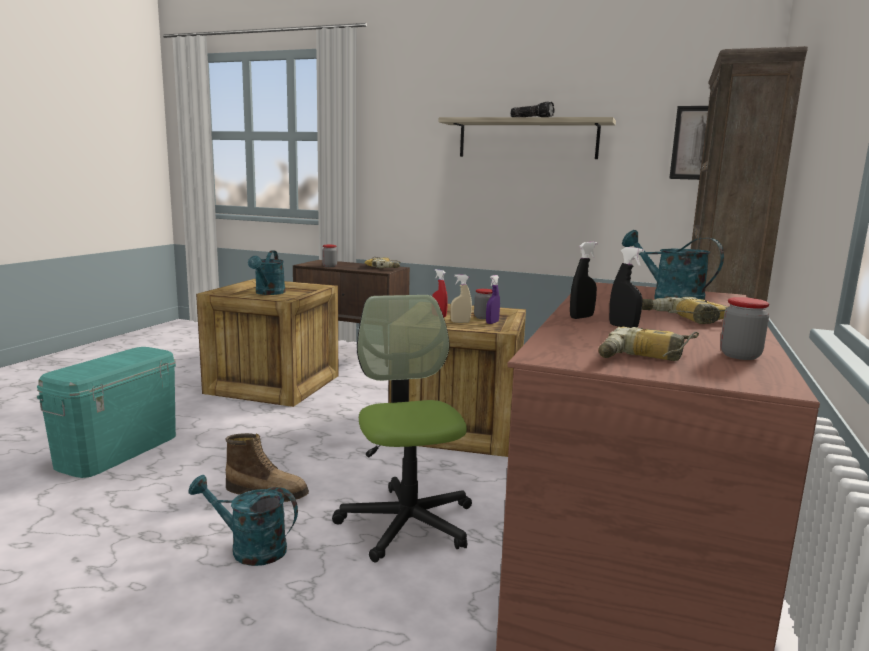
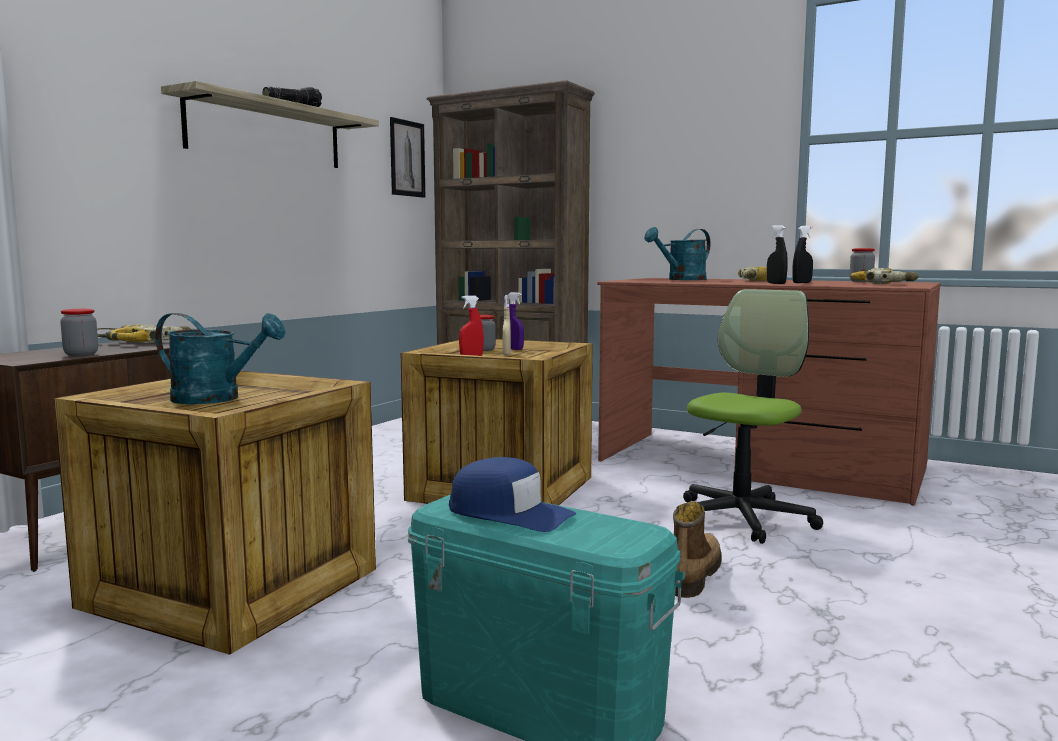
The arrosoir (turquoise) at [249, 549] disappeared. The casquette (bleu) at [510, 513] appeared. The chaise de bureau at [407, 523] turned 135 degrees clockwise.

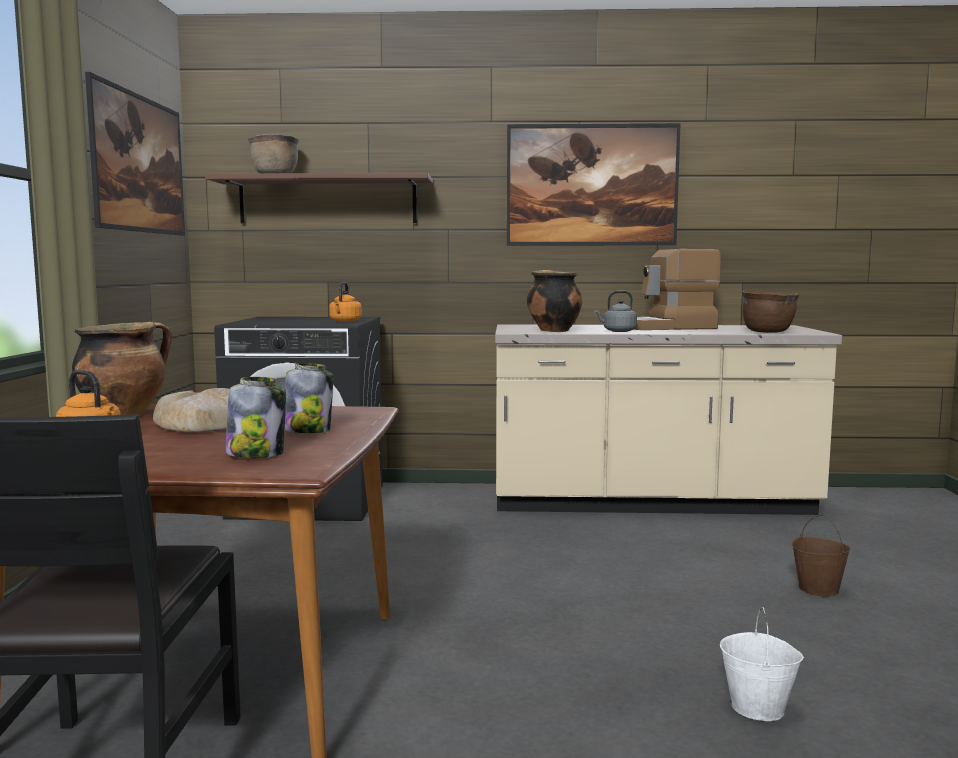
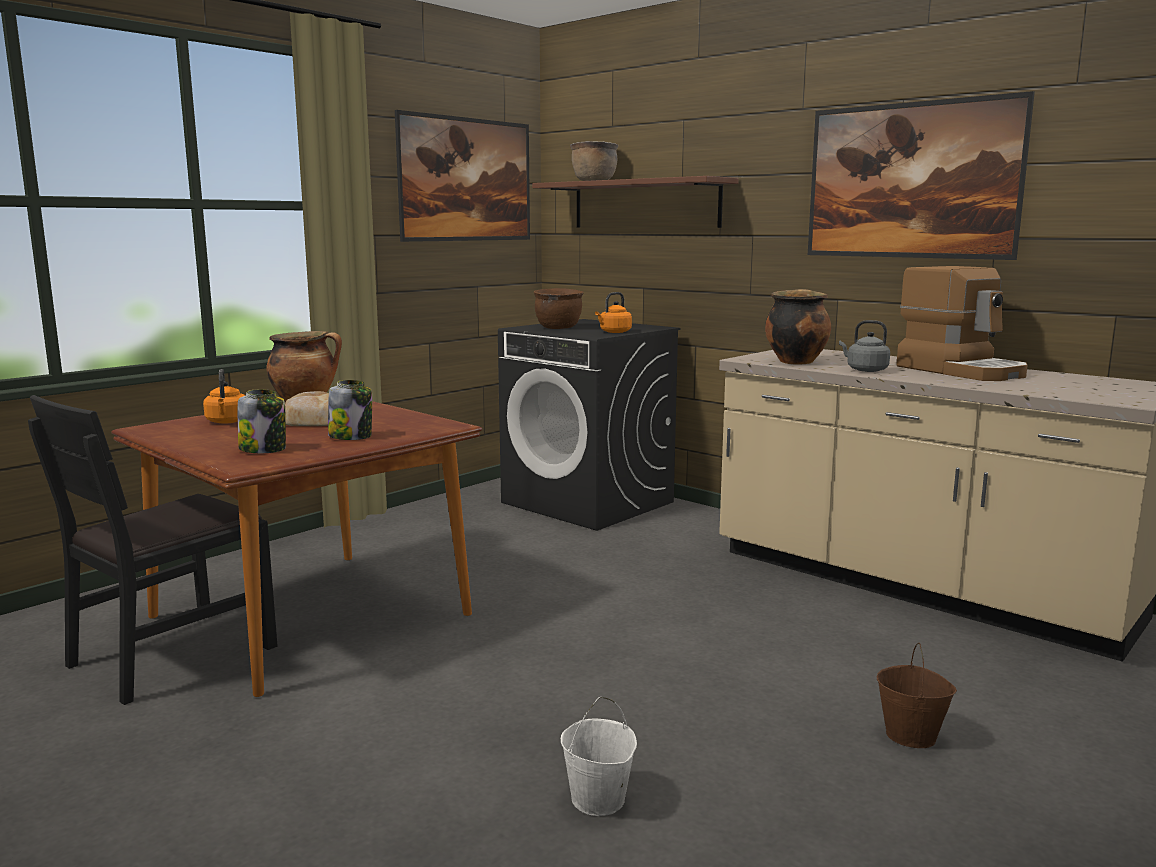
The marmite (marron) moved from [768, 332] to [559, 328]. The machine à café at [668, 327] turned 150 degrees counterclockwise.

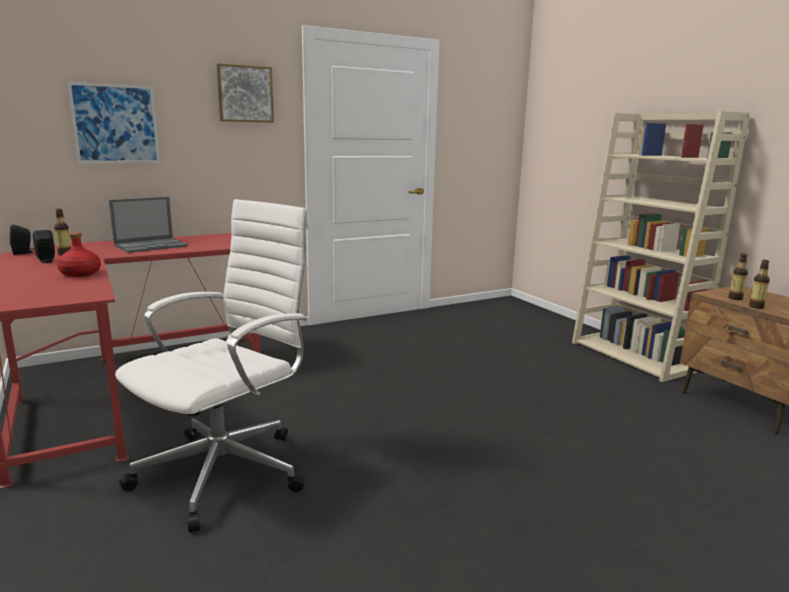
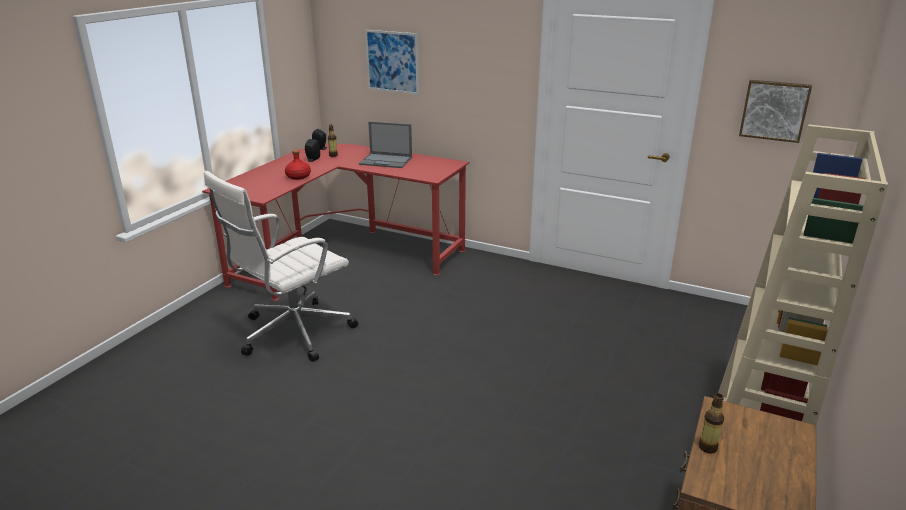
The bouteille at [735, 298] disappeared. The tableau moved from [245, 94] to [774, 110]. The chaise de bureau (blanc) at [227, 470] turned 135 degrees clockwise.

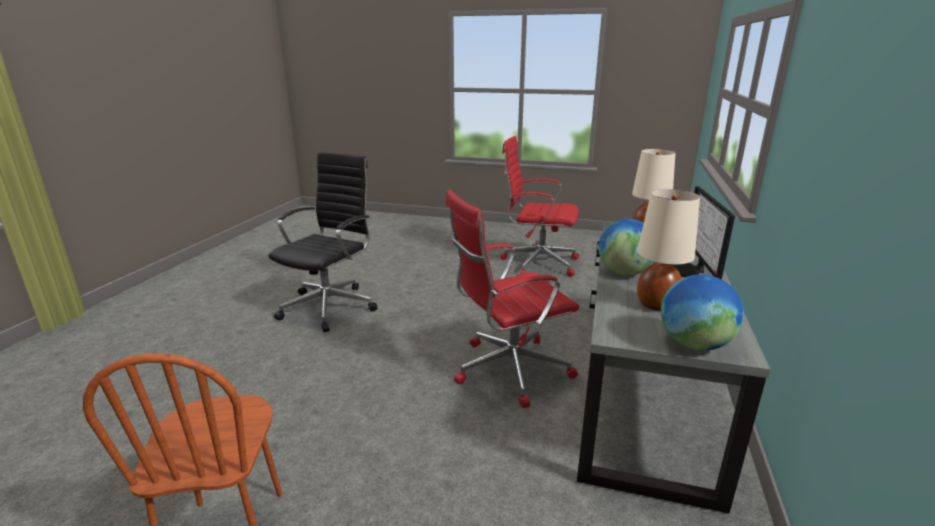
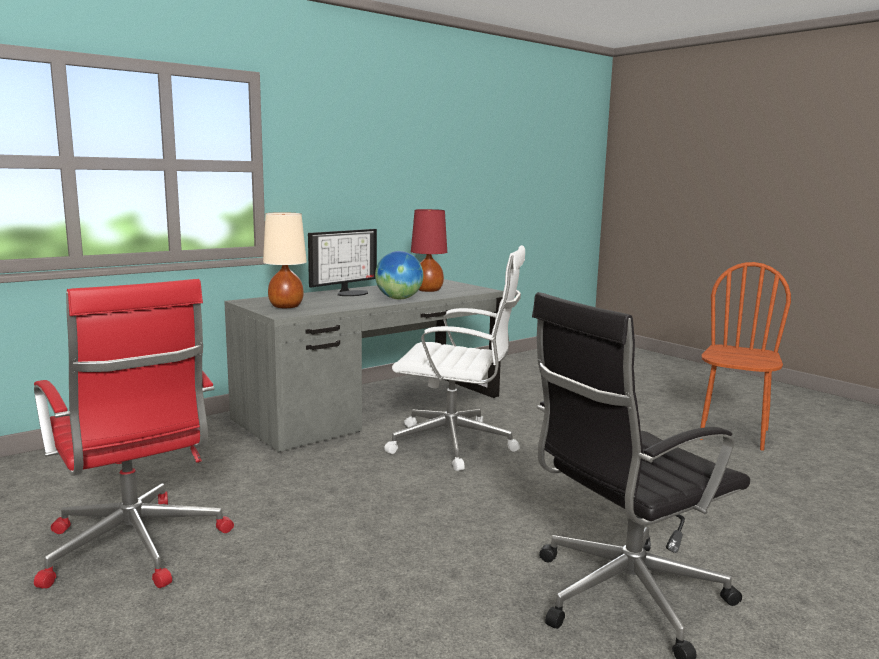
The globe at [694, 345] disappeared. The chaise de bureau (rouge) at [508, 370] became the chaise de bureau (blanc) at [455, 445]. The lampe de table (beige) at [656, 305] became the lampe de table (rouge) at [428, 290].

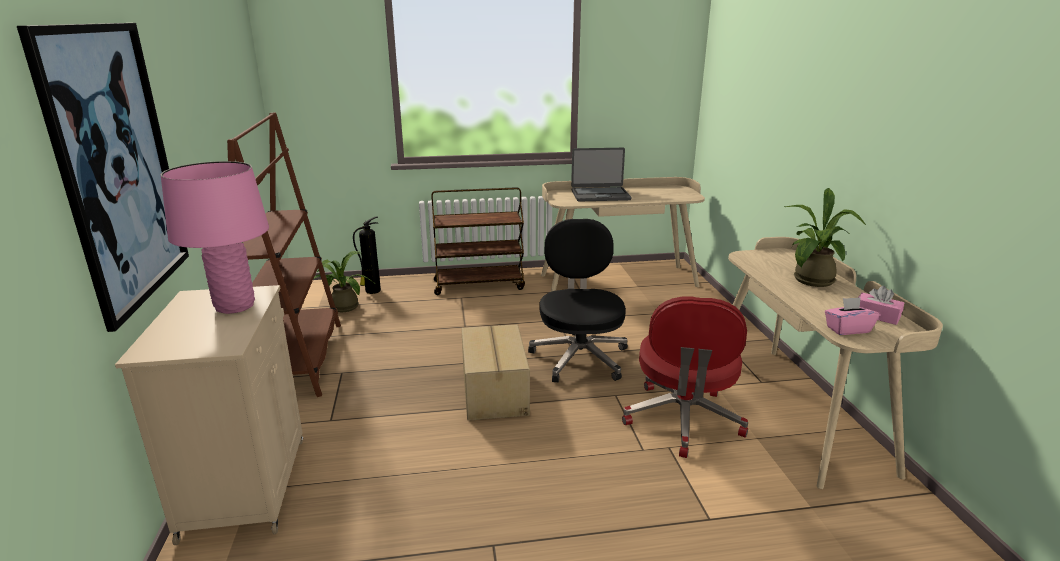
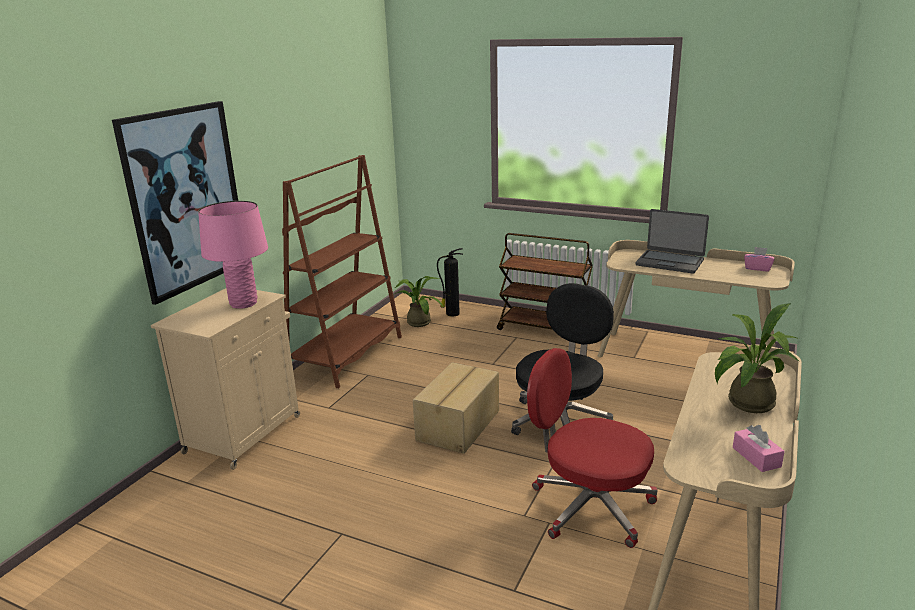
The boîte à mouchoirs (rose) moved from [847, 329] to [757, 268]. The chaise de bureau (rouge) at [682, 420] turned 75 degrees clockwise.

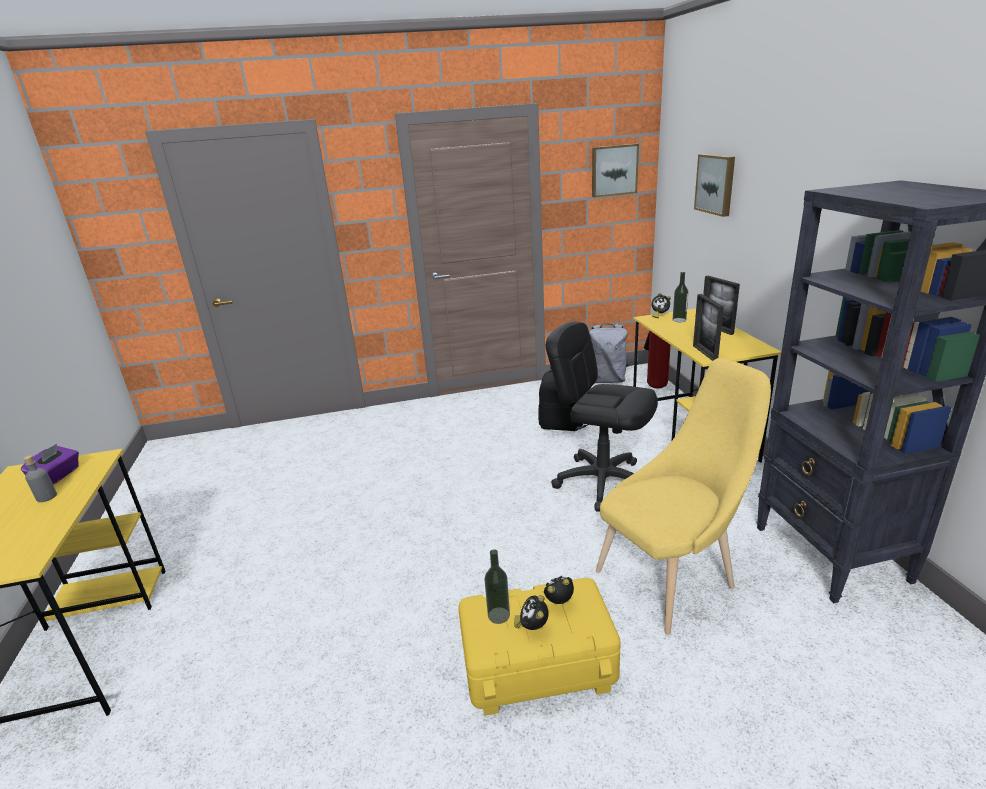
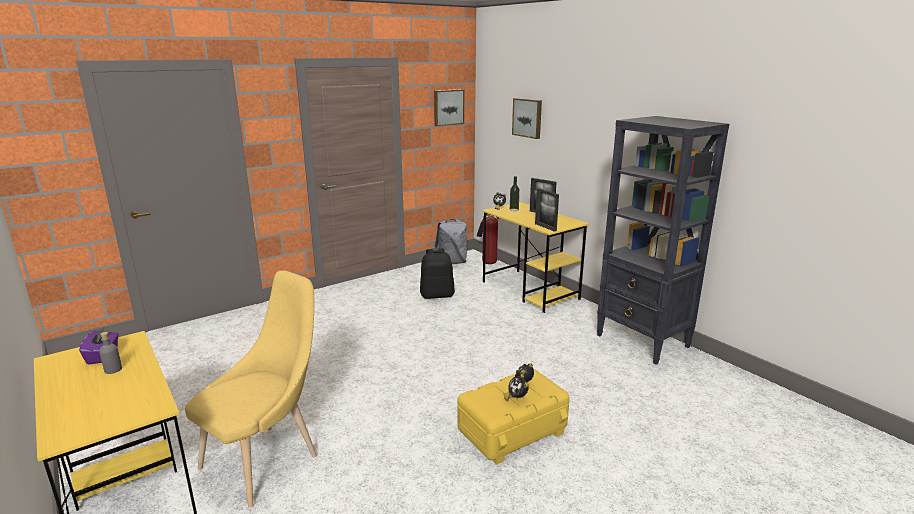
The bouteille at [498, 615] disappeared. The chaise de bureau (noir) at [602, 482] disappeared. The chaise (jaune) moved from [672, 577] to [266, 459].

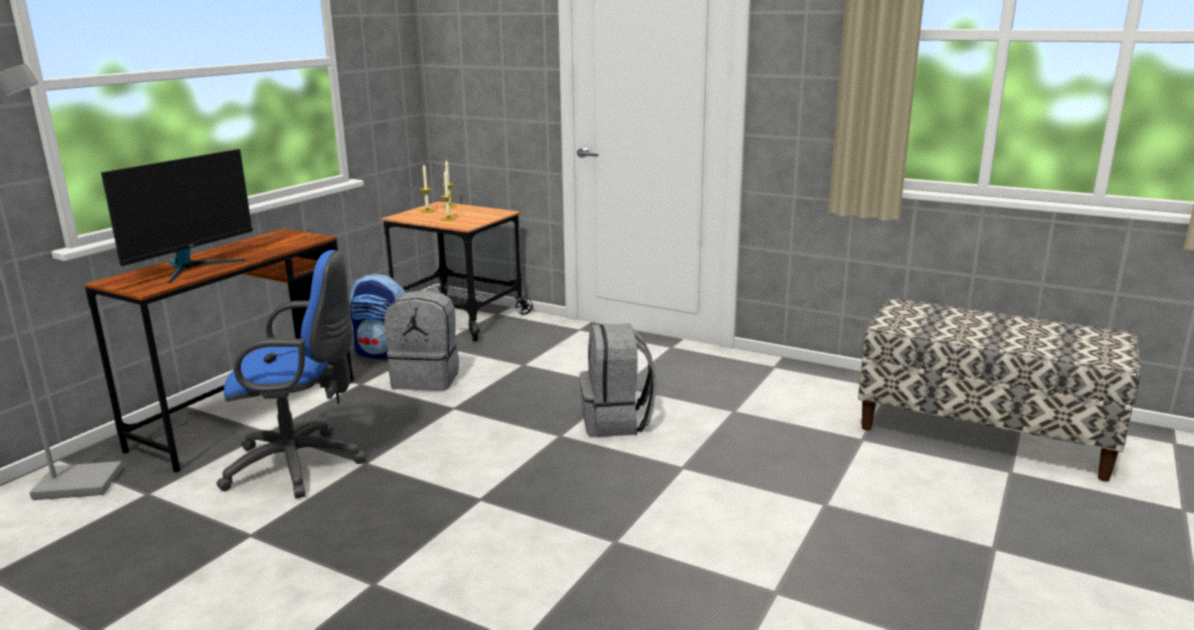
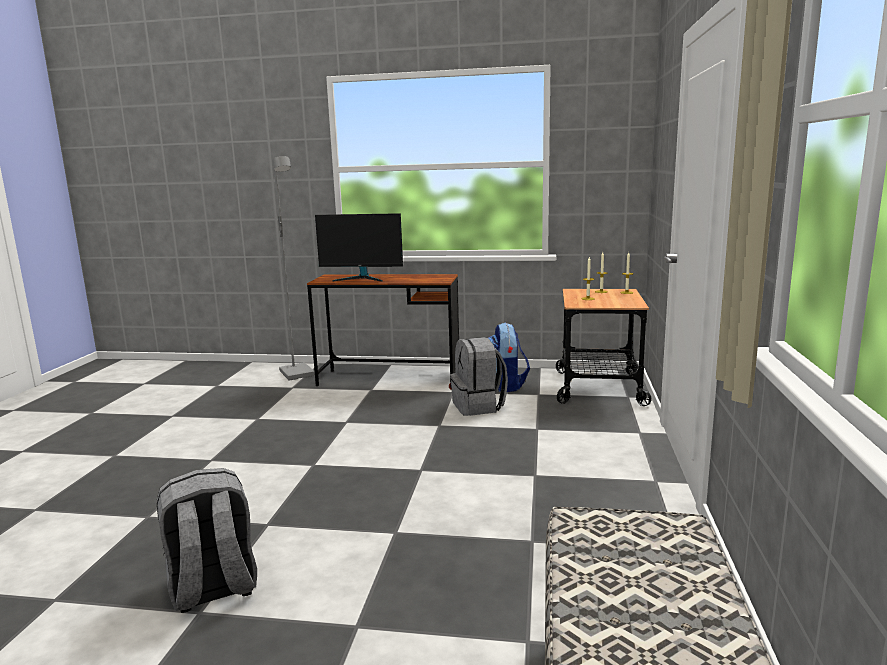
The chaise de bureau (bleu) at [301, 465] disappeared. The sac à dos (gris) moved from [616, 421] to [213, 588].

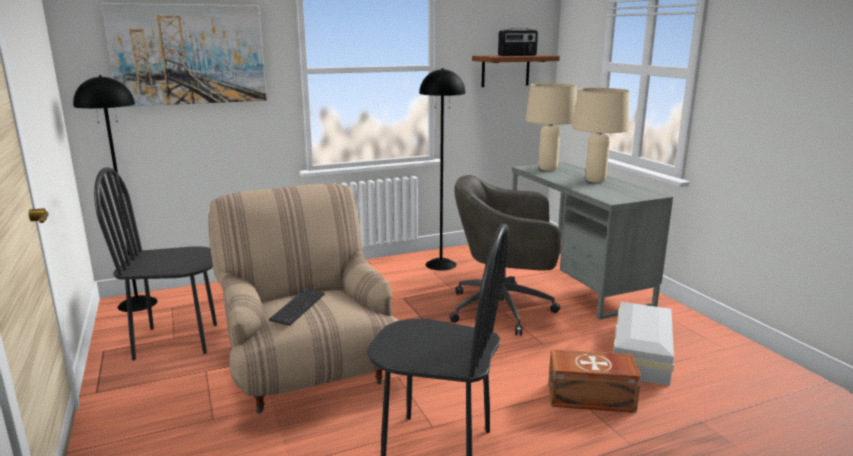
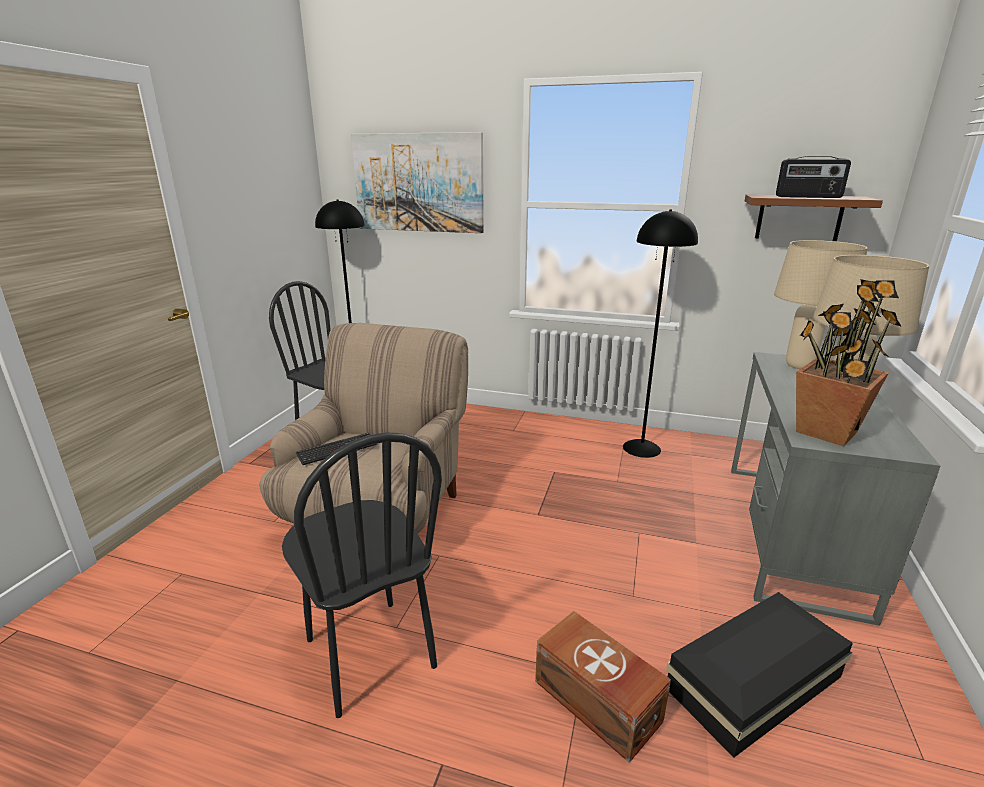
The chaise de bureau (gris) at [504, 309] disappeared. The plante en pot at [825, 431] appeared. The boîte de rangement (blanc) at [643, 353] became the boîte de rangement (noir) at [757, 683].

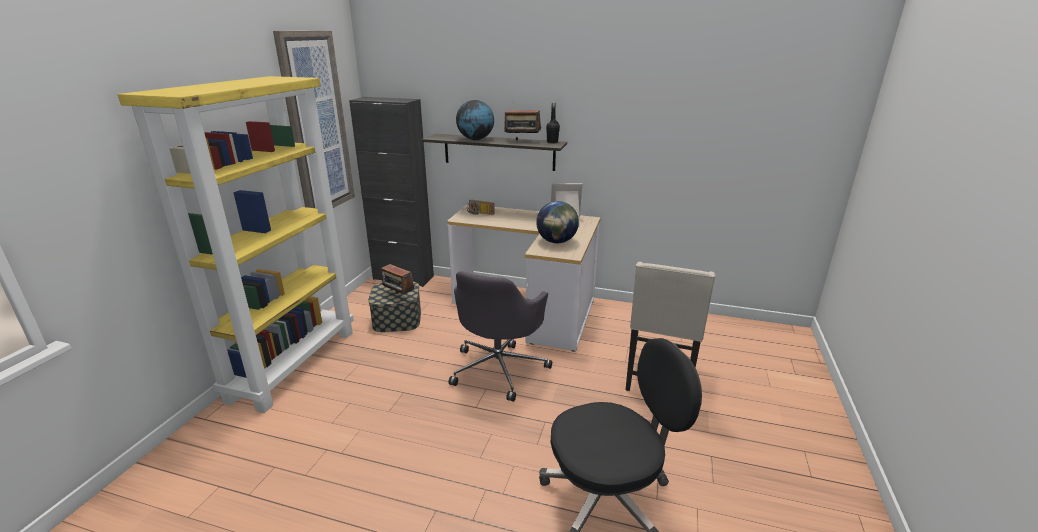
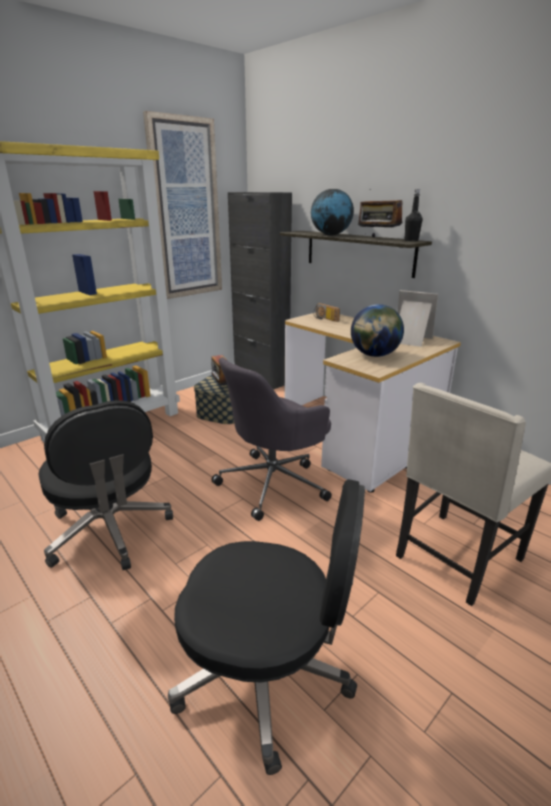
The chaise de bureau (noir) at [110, 531] appeared.

